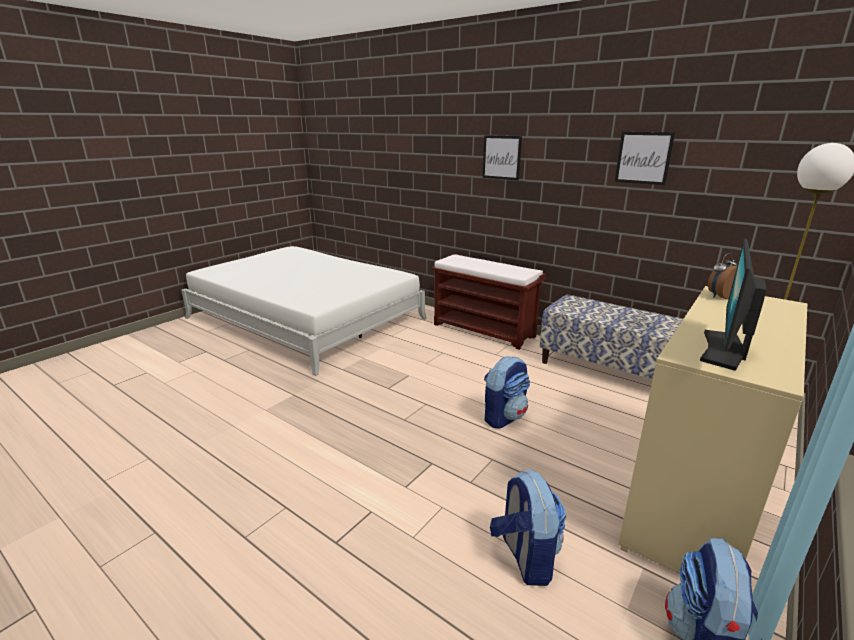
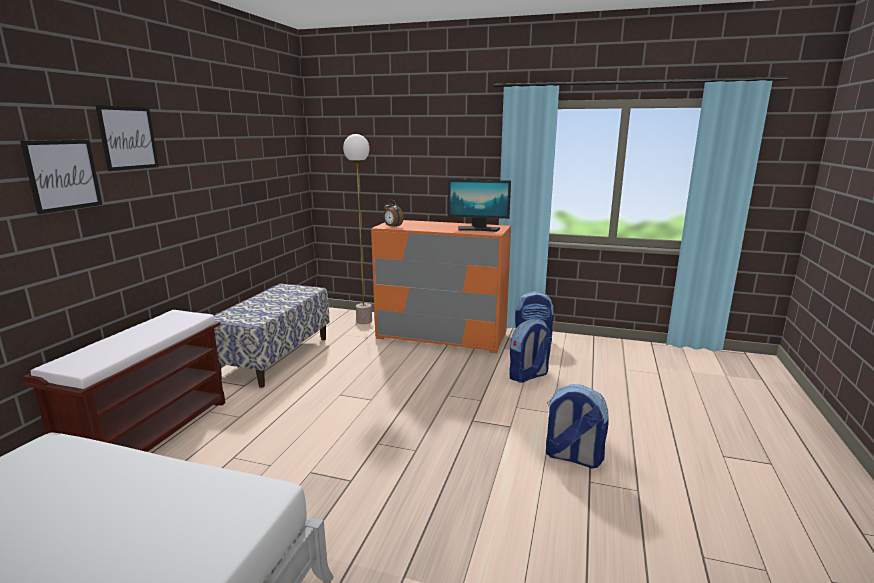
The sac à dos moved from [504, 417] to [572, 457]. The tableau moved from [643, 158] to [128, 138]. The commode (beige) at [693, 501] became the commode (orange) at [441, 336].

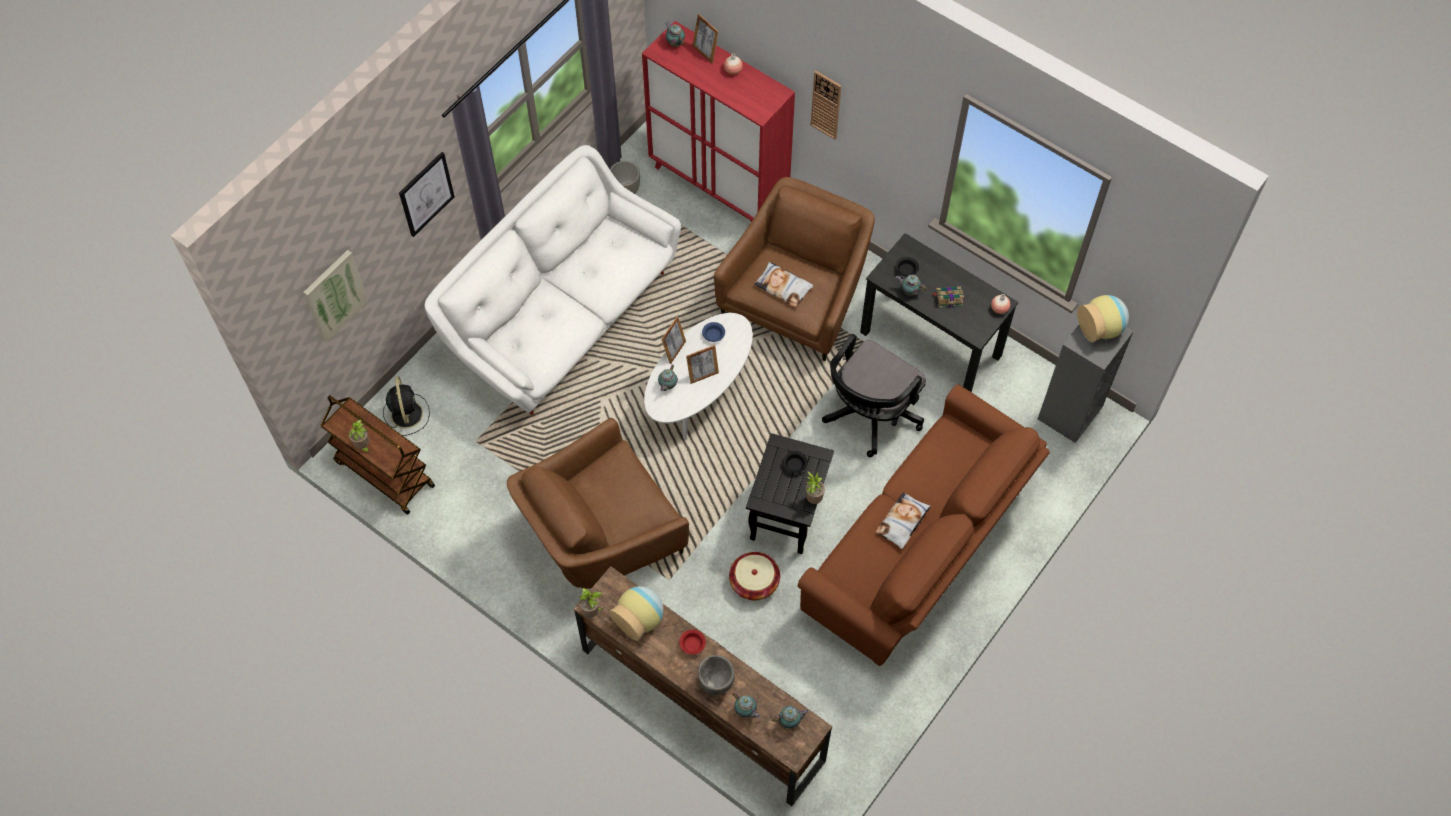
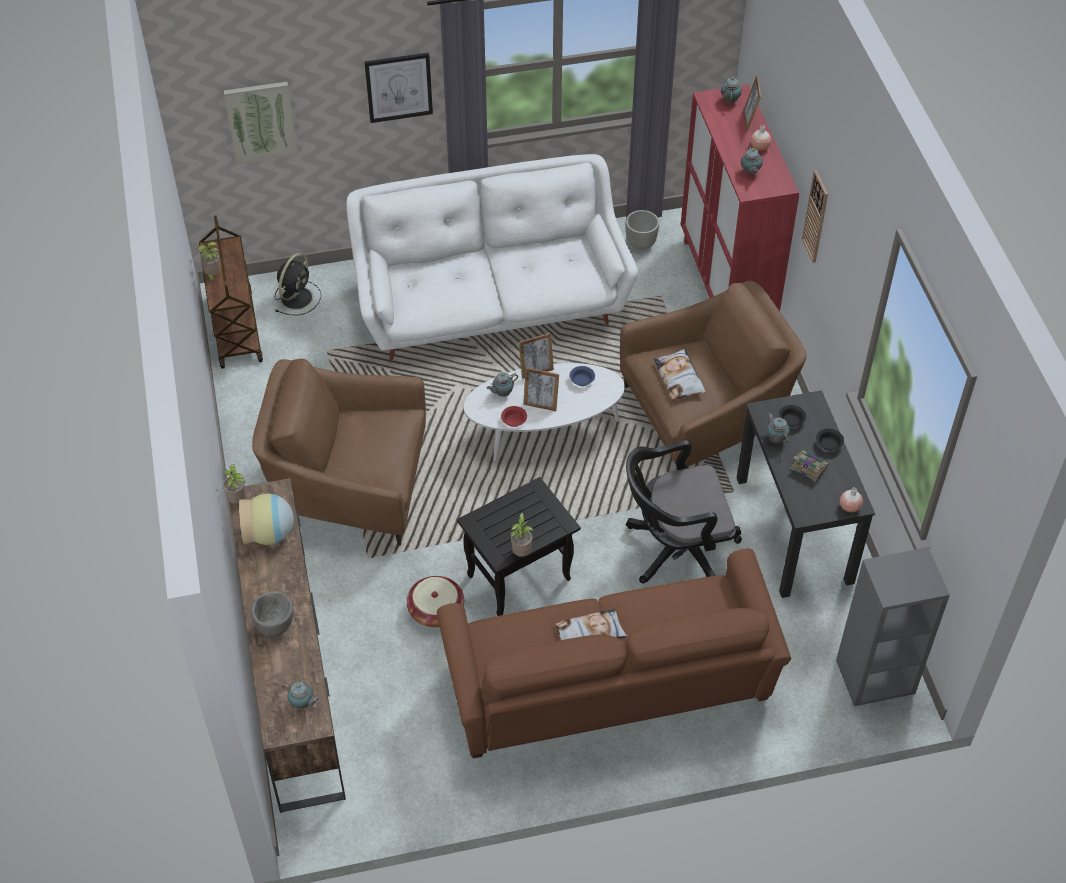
The vase at [1101, 328] disappeared. The bol (rouge) moved from [693, 644] to [514, 421]. The théière moved from [746, 711] to [750, 172]. The bol (noir) moved from [794, 465] to [828, 444].

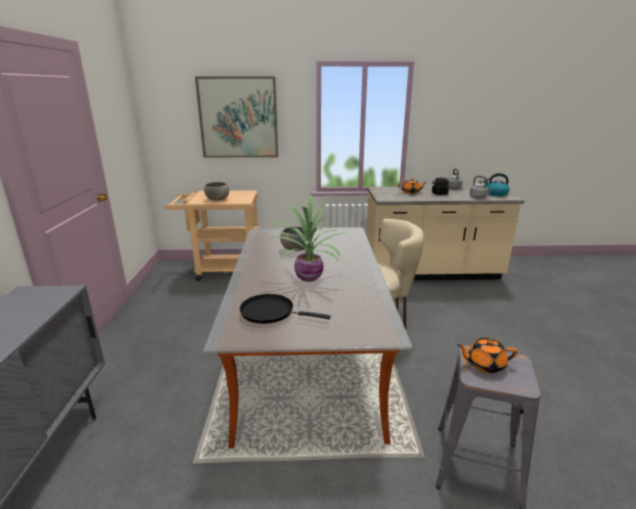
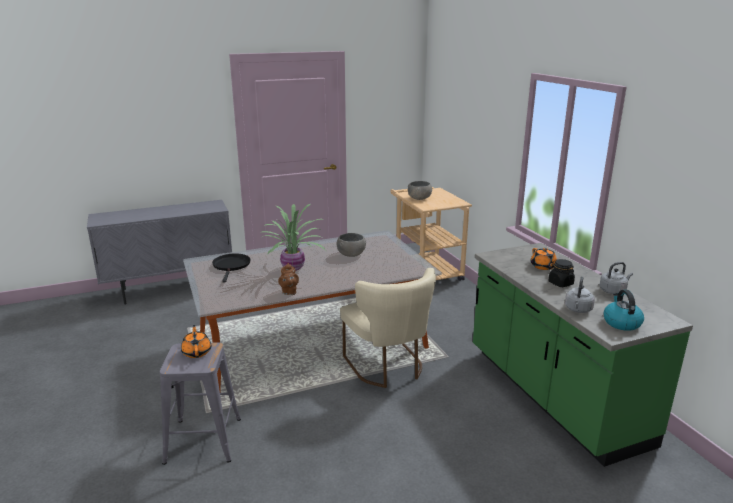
The tableau at [238, 118] disappeared. The théière (marron) at [289, 292] appeared. The comptoir de cuisine (beige) at [431, 273] became the comptoir de cuisine (vert) at [553, 396].

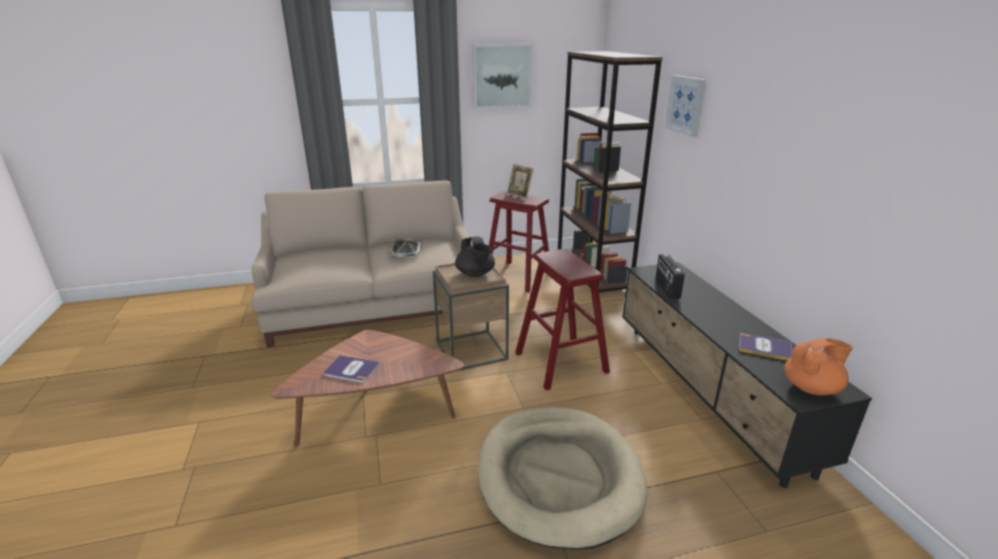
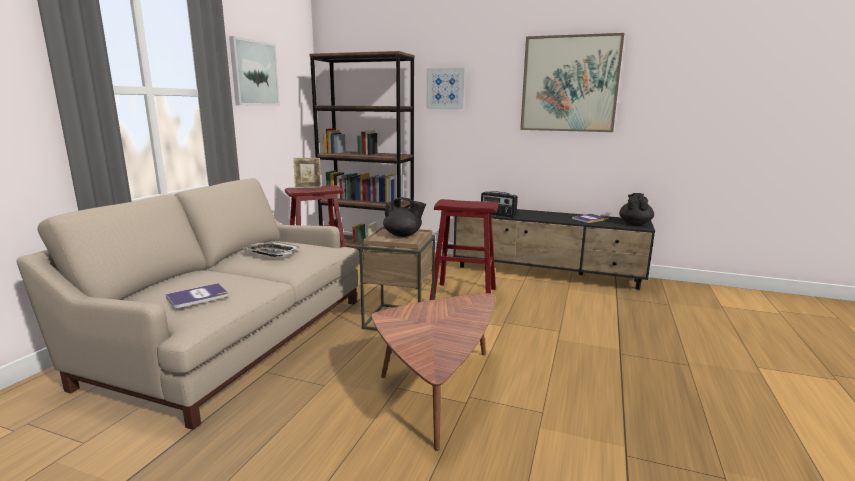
The panier pour chien (beige) at [558, 476] disappeared. The tableau at [569, 84] appeared. The livre moved from [351, 369] to [197, 296]. The théière (orange) at [811, 387] became the théière (noir) at [635, 223].

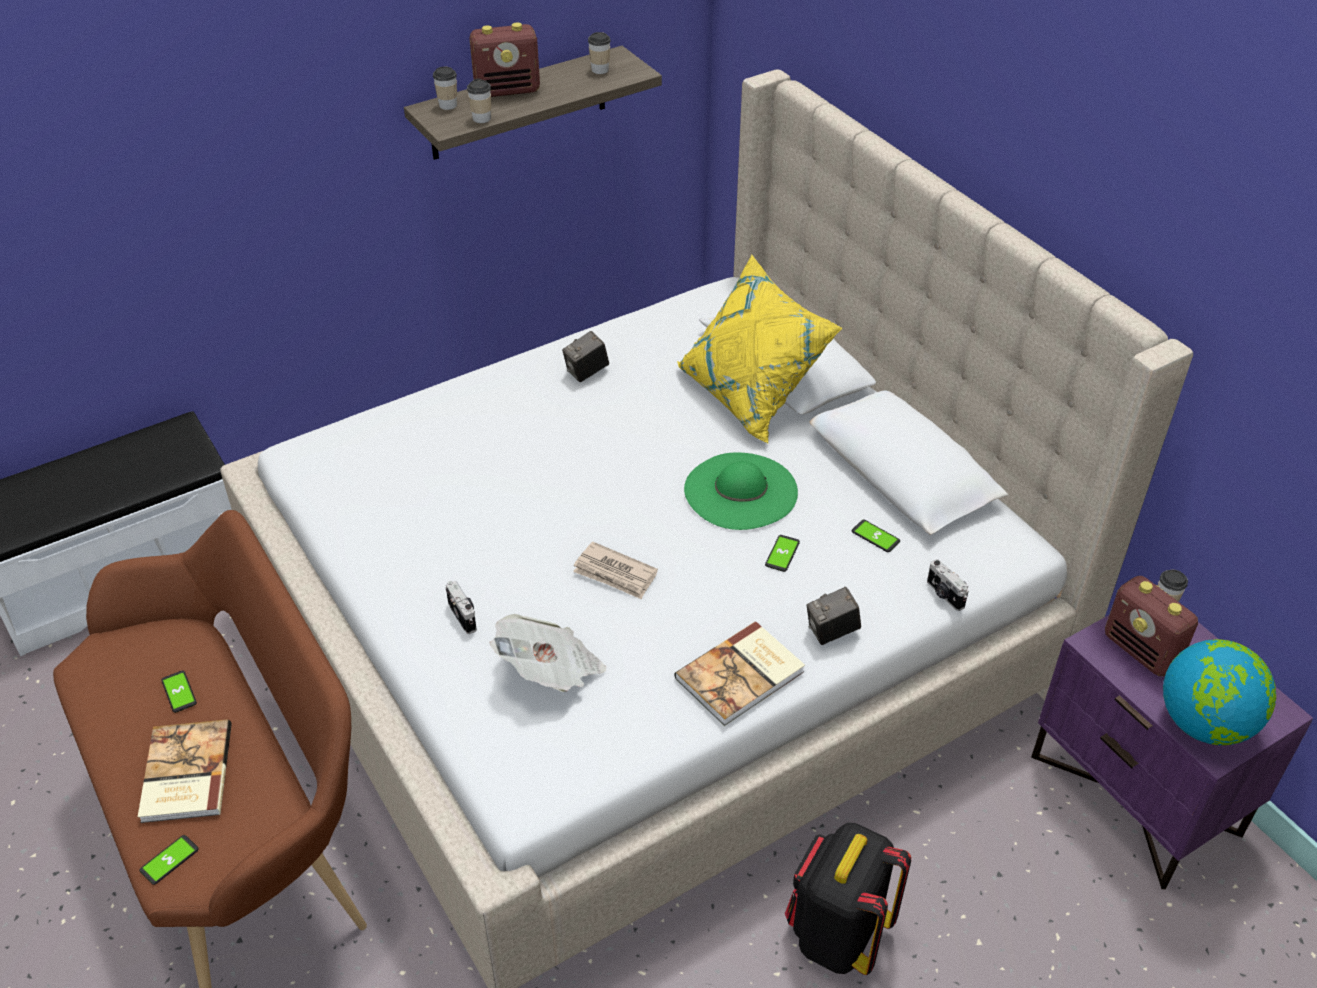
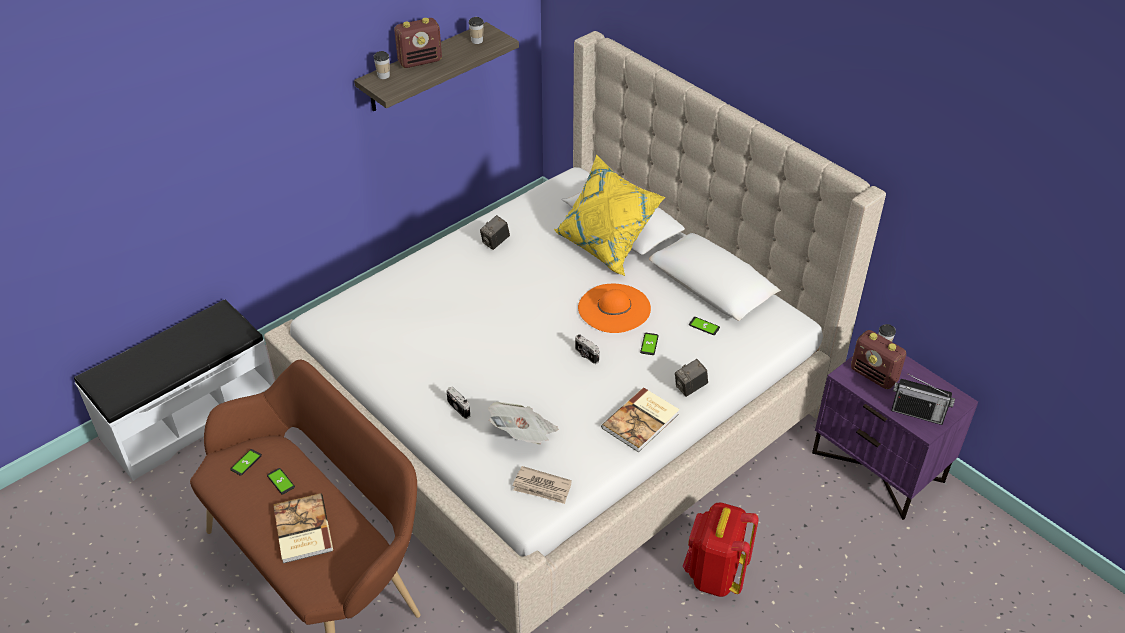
The tasse at [481, 118] disappeared. The téléphone moved from [169, 860] to [246, 462]. The journal moved from [615, 574] to [542, 487]. The appareil photo moved from [944, 595] to [586, 355]. The globe at [1205, 724] was replaced by the radio at [917, 413]. The chapeau (vert) at [740, 491] became the chapeau (orange) at [614, 308]. The sac à dos (noir) at [837, 934] became the sac à dos (rouge) at [714, 574].

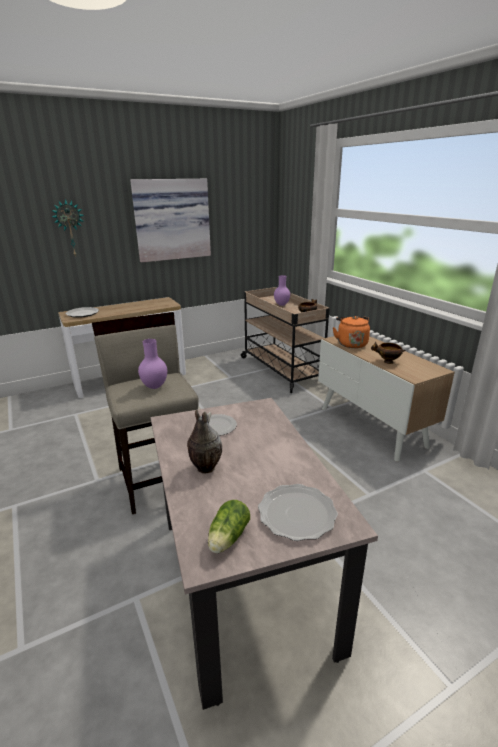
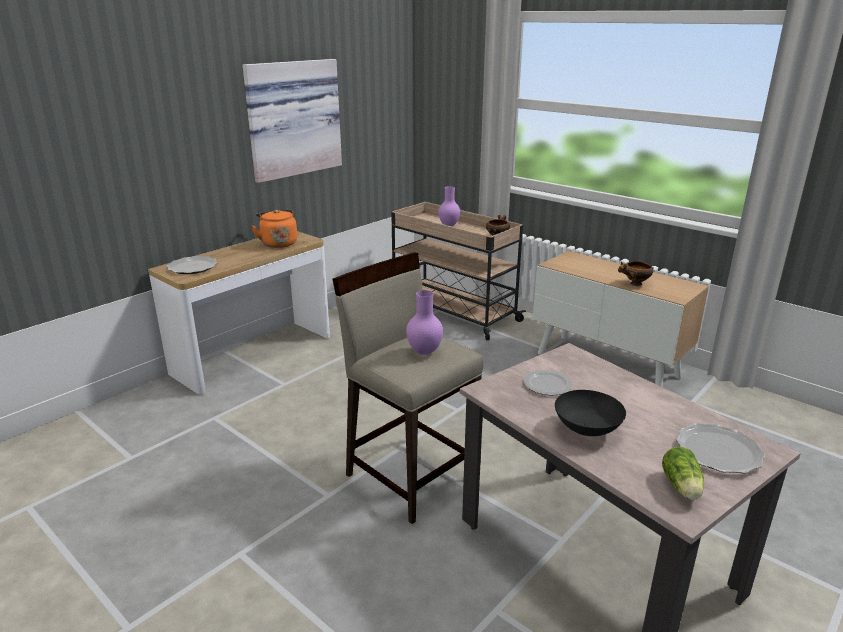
The horloge murale at [70, 228] disappeared. The bouilloire (orange) moved from [351, 344] to [278, 243]. The vase at [204, 468] was replaced by the bol (noir) at [586, 430].

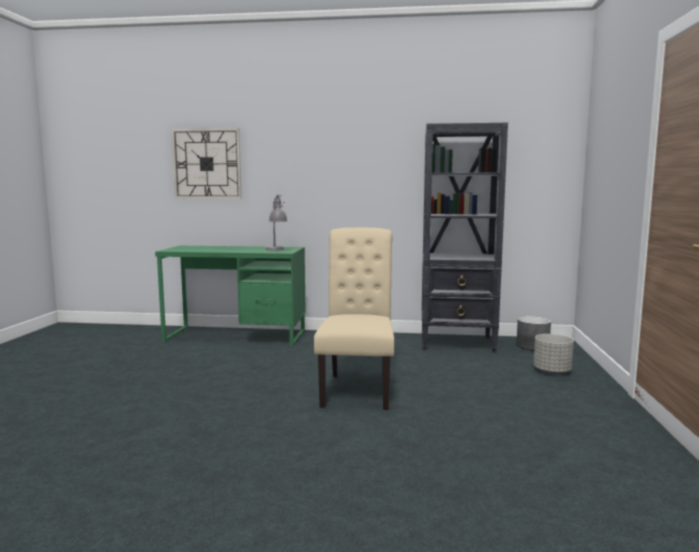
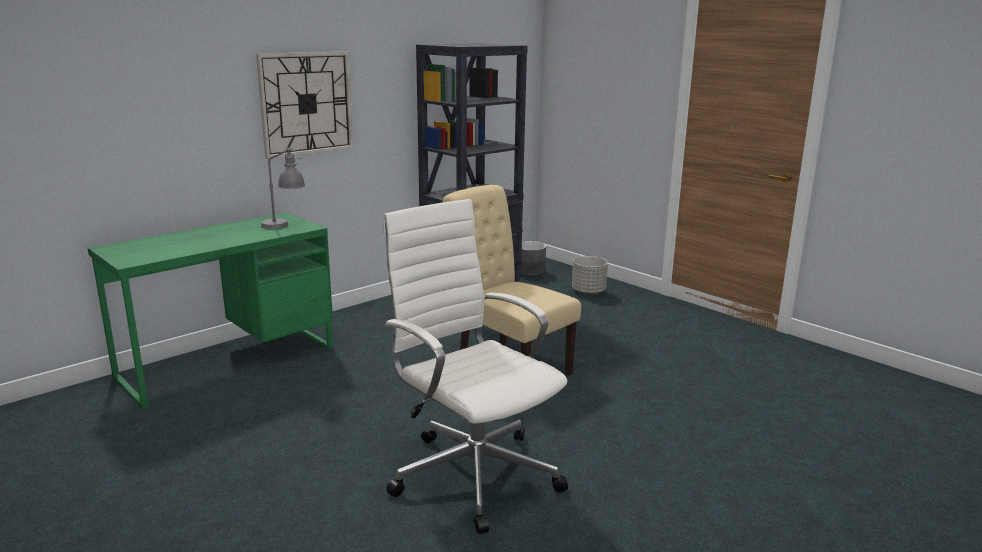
The chaise de bureau (blanc) at [473, 472] appeared. The horloge murale moved from [207, 164] to [306, 103].

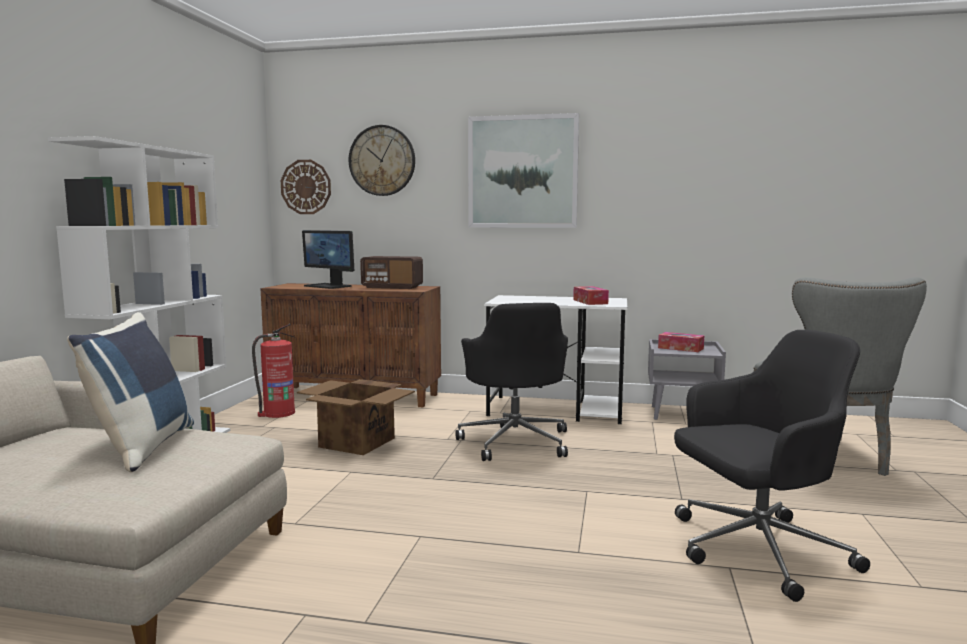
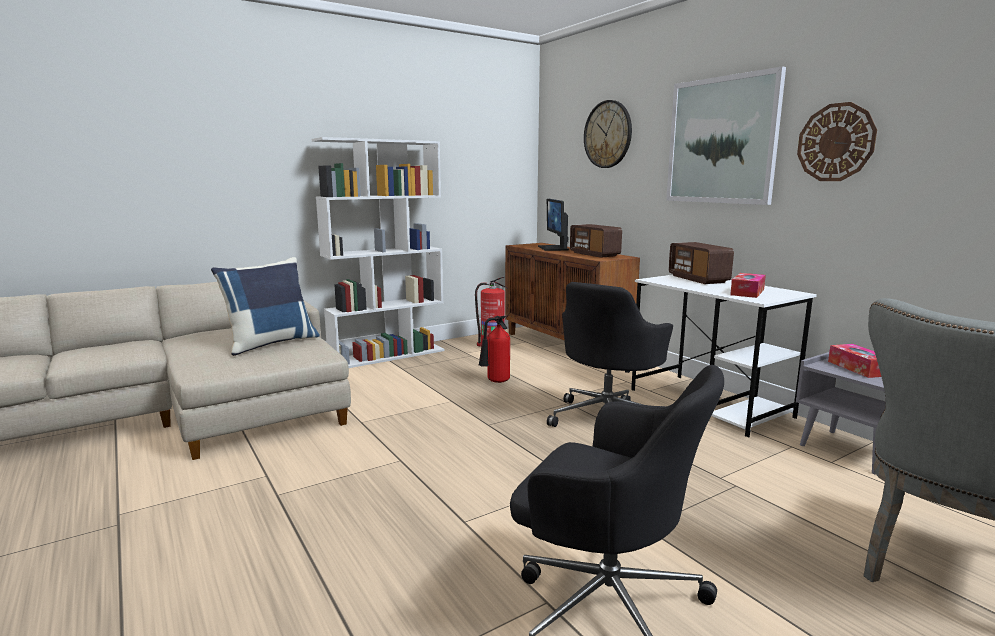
The radio at [698, 279] appeared. The horloge murale moved from [306, 187] to [835, 142]. The carton at [357, 443] was replaced by the extincteur at [495, 382].

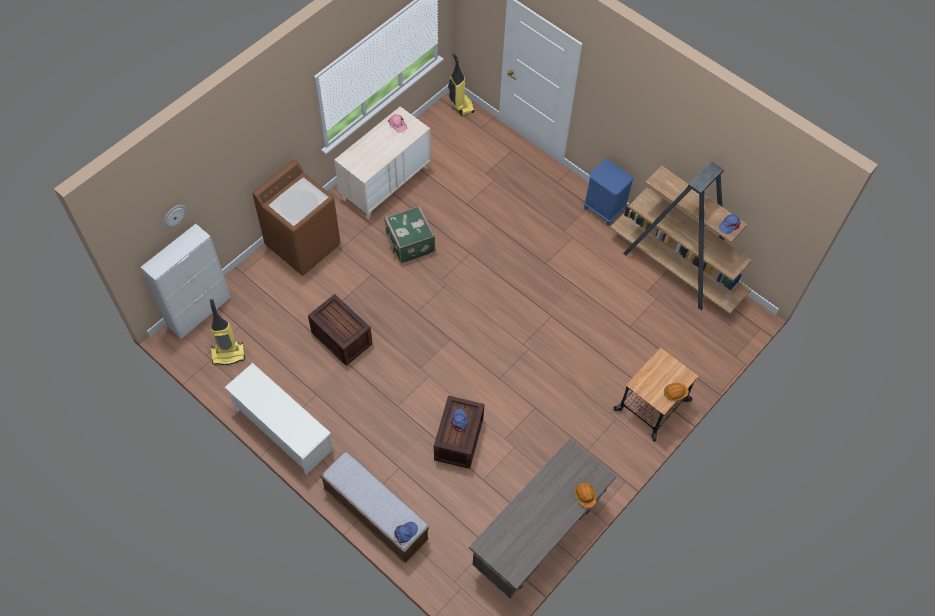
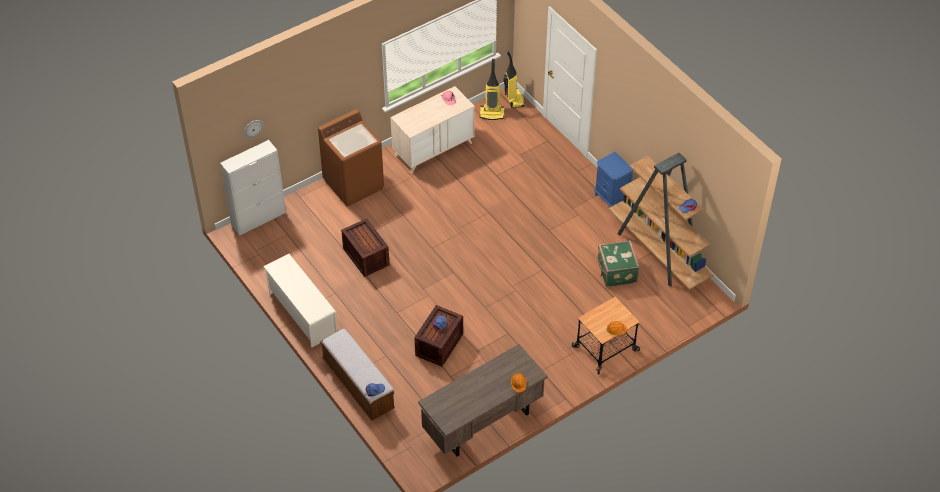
The aspirateur moved from [228, 353] to [492, 113]. The valise (vert) moved from [409, 243] to [616, 272].

